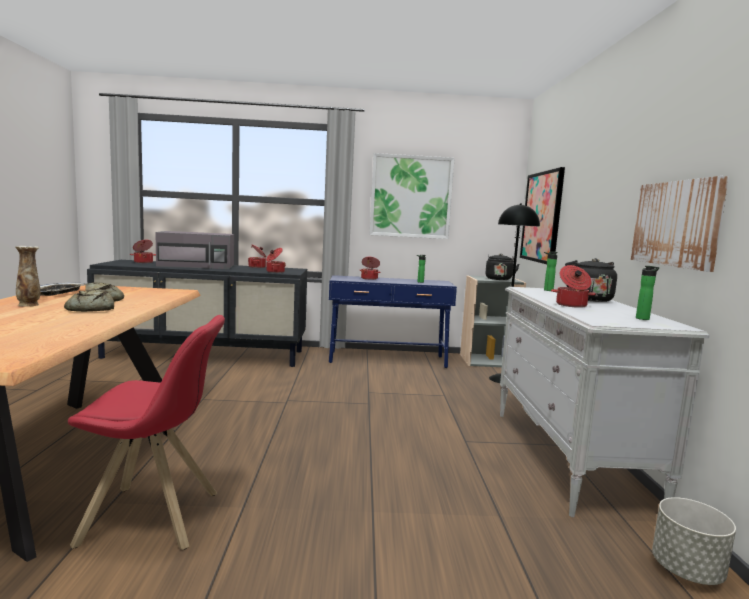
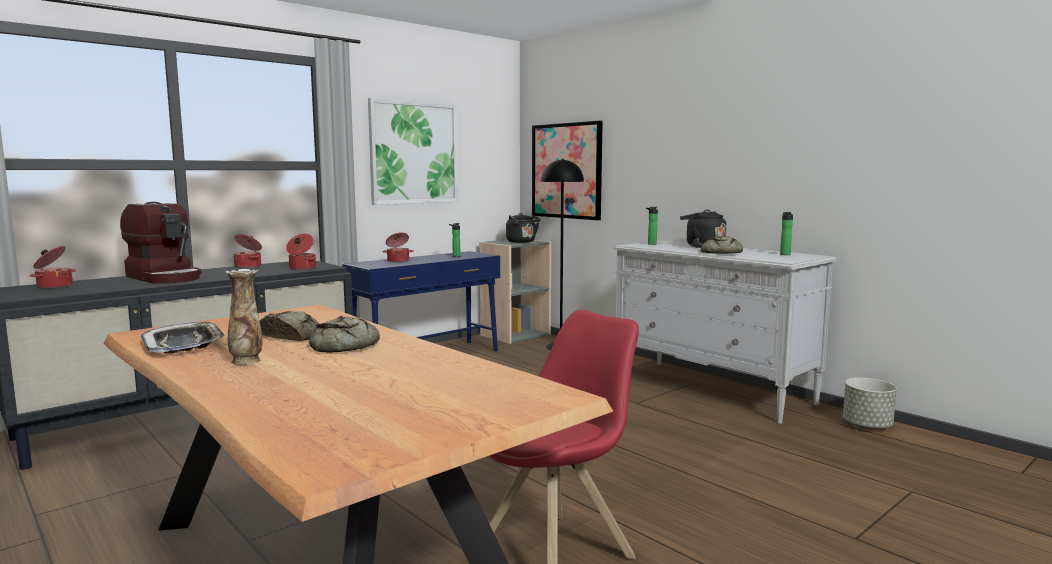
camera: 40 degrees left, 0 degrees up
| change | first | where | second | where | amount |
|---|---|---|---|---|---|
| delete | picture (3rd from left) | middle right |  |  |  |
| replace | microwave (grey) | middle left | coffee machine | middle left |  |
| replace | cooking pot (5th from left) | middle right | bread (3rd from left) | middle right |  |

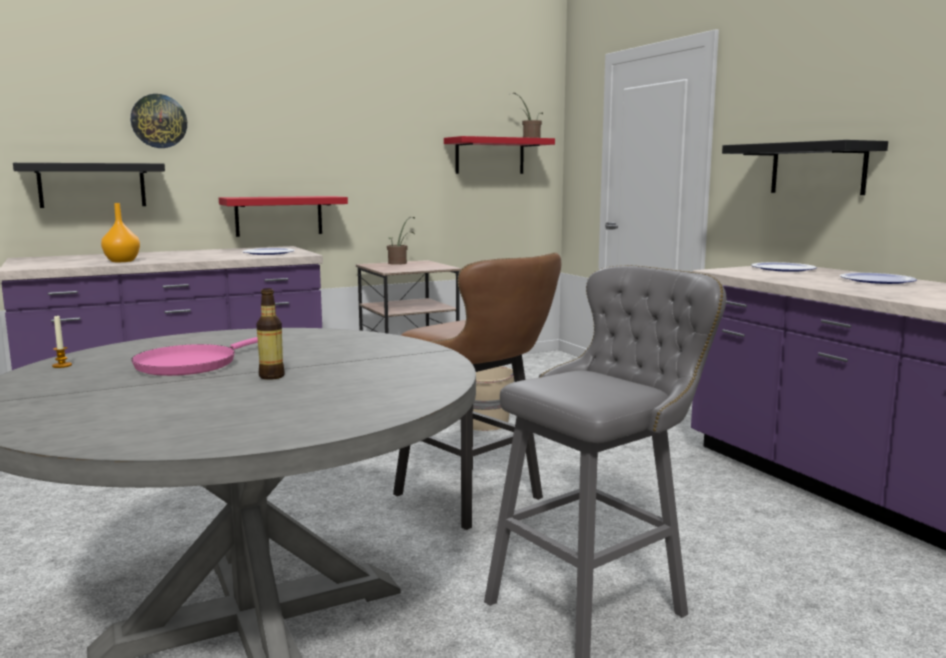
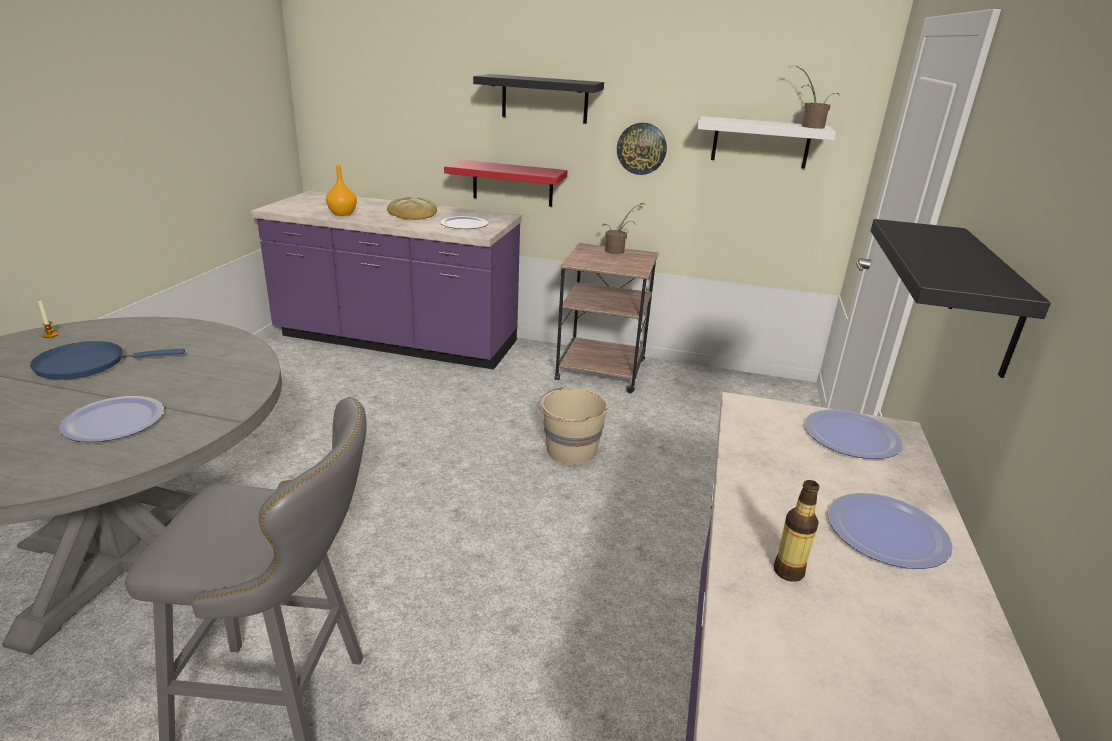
camera: 40 degrees right, 15 degrees up
| change | first | where | second | where | amount |
|---|---|---|---|---|---|
| delete | stool (brown) | centre |  |  |  |
| insert |  |  | plate (1st from left) | middle left |  |
| insert |  |  | bread | top centre |  |
| move | shelf (black) (1st from left) | top left |  | top centre |  |
| move | wall clock | top left |  | top centre |  |
| move | bottle | middle left |  | bottom right |  |
| recolor | frying pan (pink) | middle left | frying pan (blue) | middle left |  |
| recolor | shelf (red) (2nd from left) | top centre | shelf (white) | top right |  |

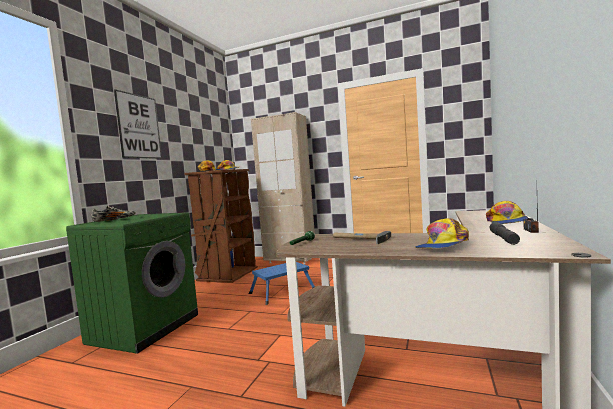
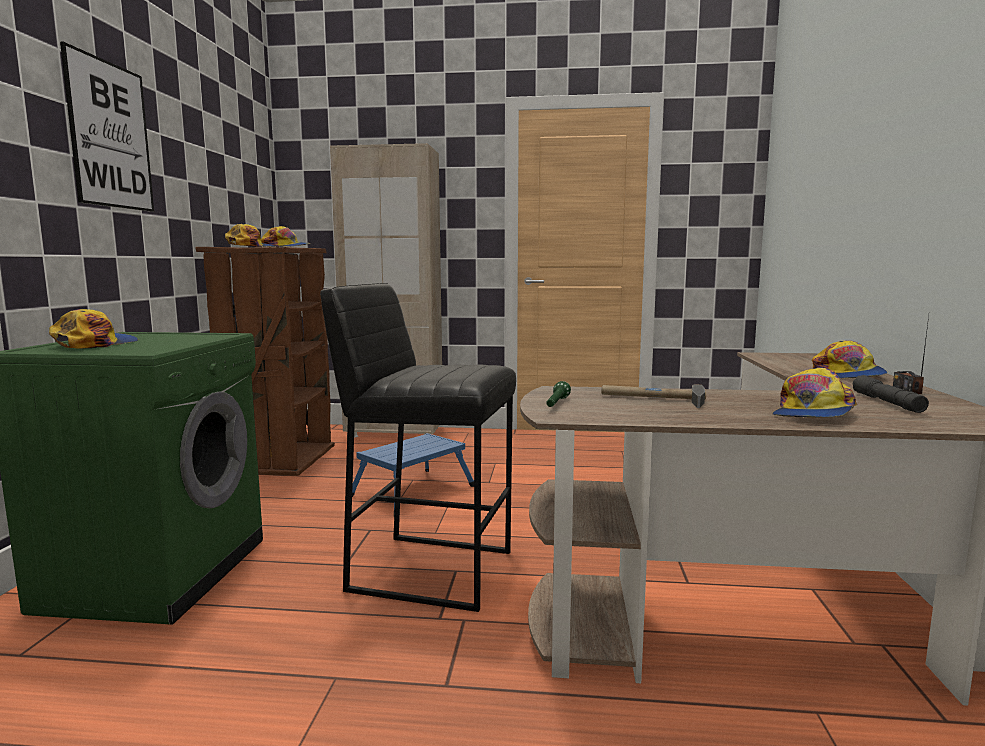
camera: 15 degrees left, 5 degrees up
| change | first | where | second | where | amount |
|---|---|---|---|---|---|
| insert |  |  | stool (black) | centre |  |
| replace | shoe | middle left | cap (1st from left) | middle left |  |

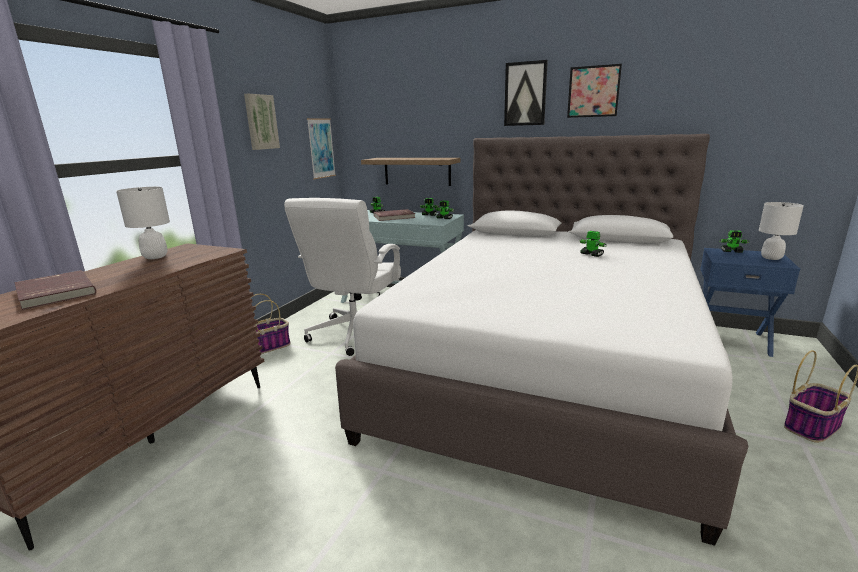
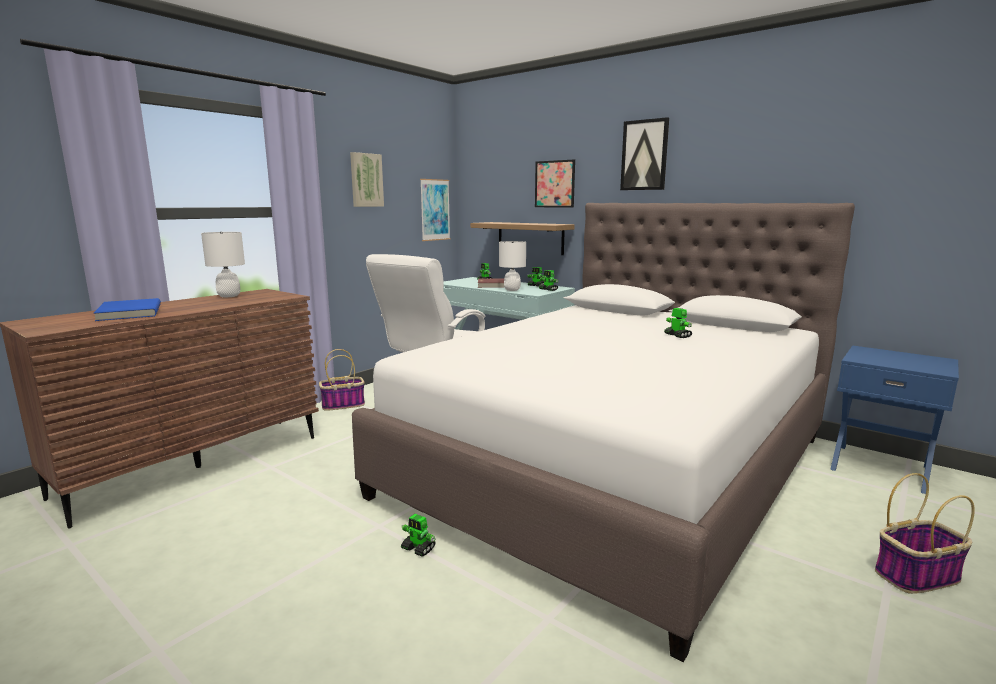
camera: 15 degrees right, 5 degrees down
| change | first | where | second | where | amount |
|---|---|---|---|---|---|
| move | picture (4th from left in the first image) | top right | picture (3rd from left) | top centre |  |
| move | toy robot (5th from left in the first image) | middle right | toy robot (1st from left) | bottom centre |  |
| move | table lamp (white) (2nd from left) | middle right |  | centre |  |
| recolor | book (red) (1st from left) | middle left | book (blue) | middle left |  |

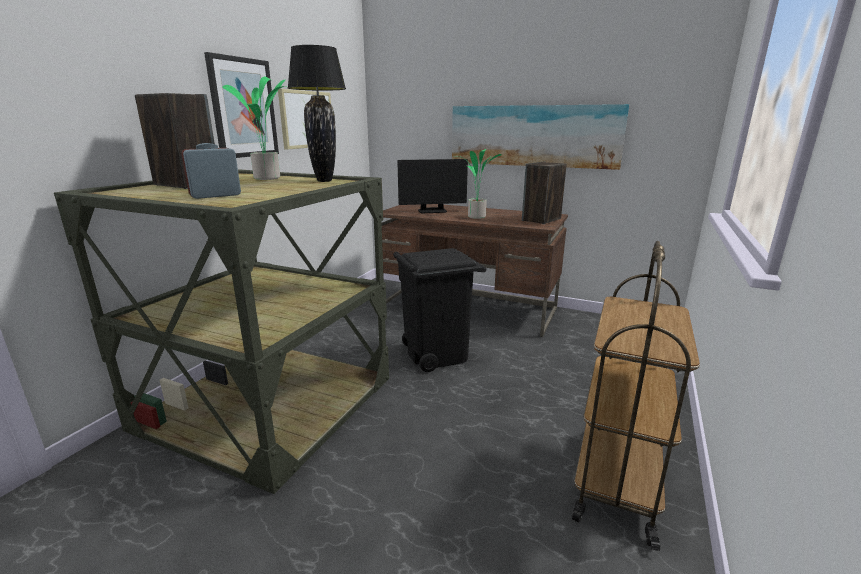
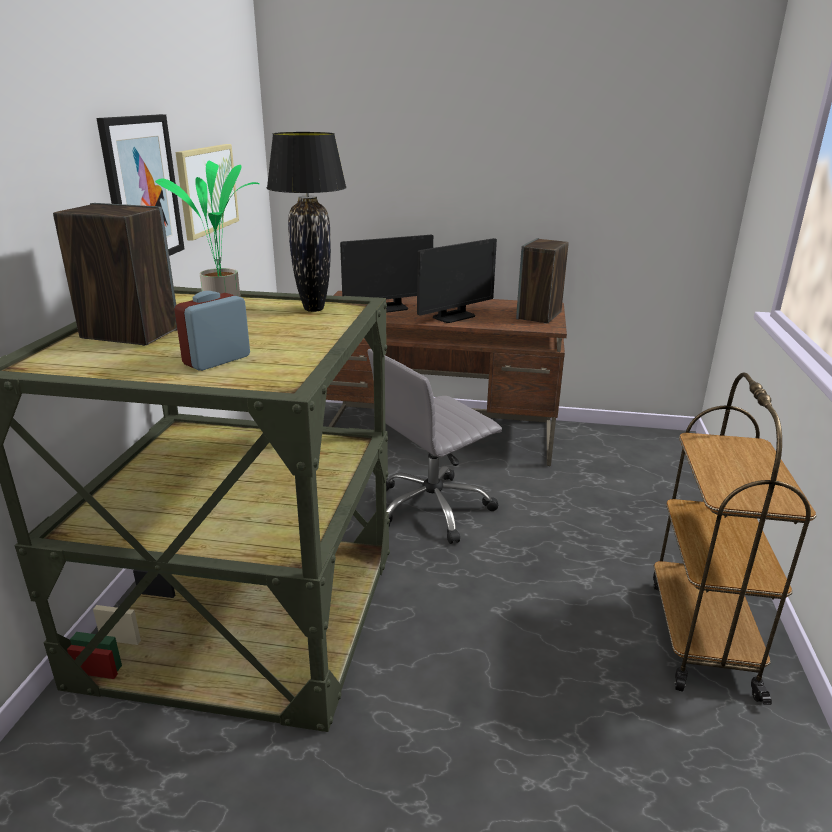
camera: 15 degrees left, 5 degrees up
| change | first | where | second | where | amount |
|---|---|---|---|---|---|
| delete | picture (3rd from left) | top centre |  |  |  |
| replace | trash can (black) | centre | office chair (grey) | centre |  |
| replace | potted plant (2nd from left) | top centre | monitor (2nd from left) | centre |  |

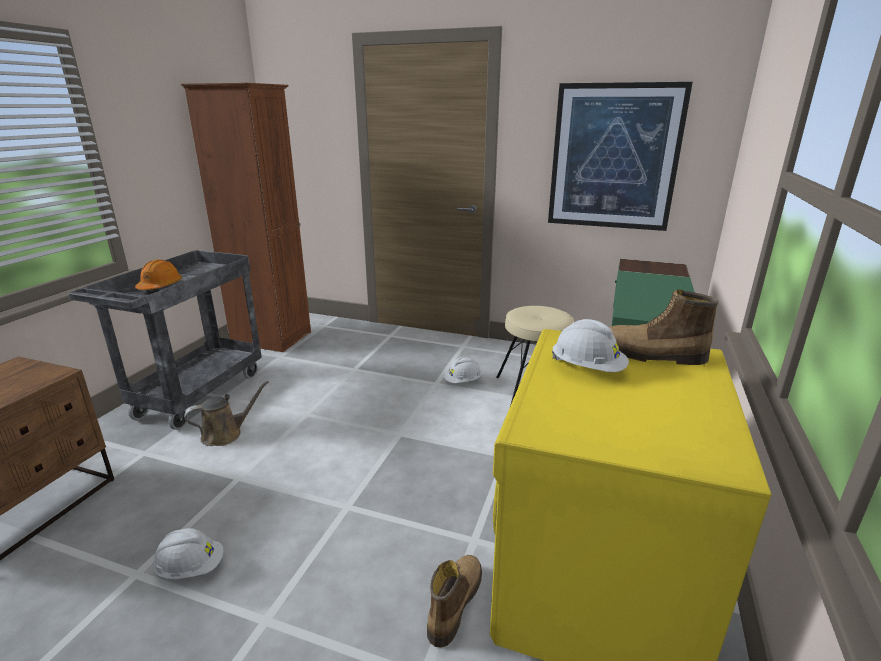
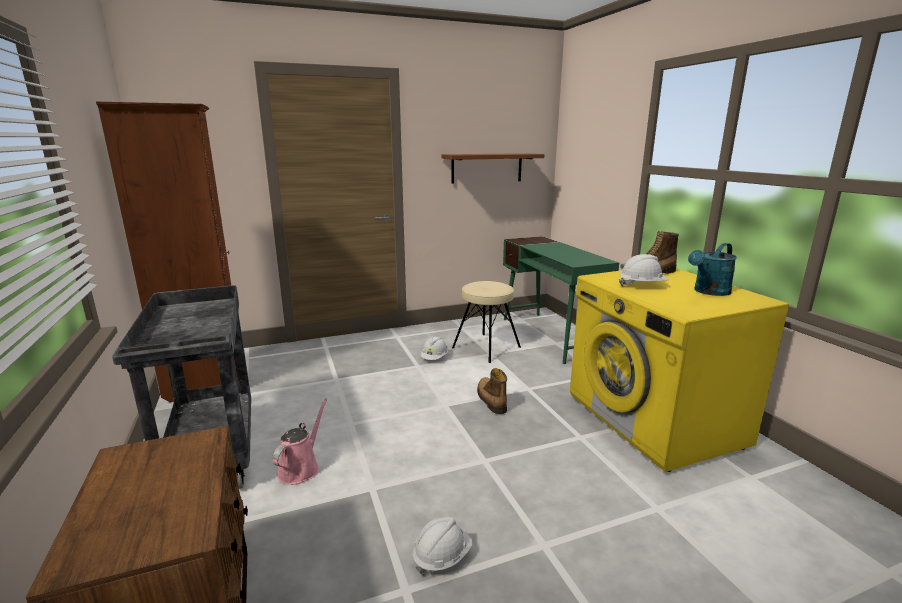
camera: 40 degrees left, 5 degrees down
| change | first | where | second | where | amount |
|---|---|---|---|---|---|
| delete | hard hat (orange) | middle left |  |  |  |
| insert |  |  | watering can (turquoise) | middle right |  |
| move | boot (1st from left) | bottom centre |  | centre |  |
| replace | picture | top right | shelf (brown) | top centre |  |
| recolor | watering can (brown) | middle left | watering can (pink) | bottom left |  |

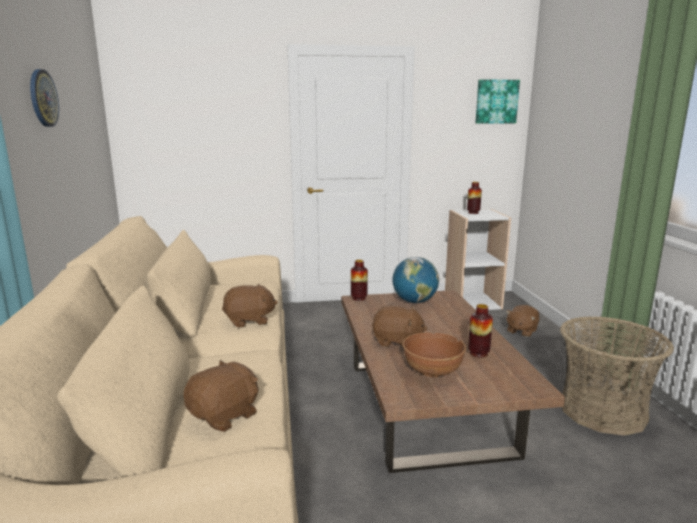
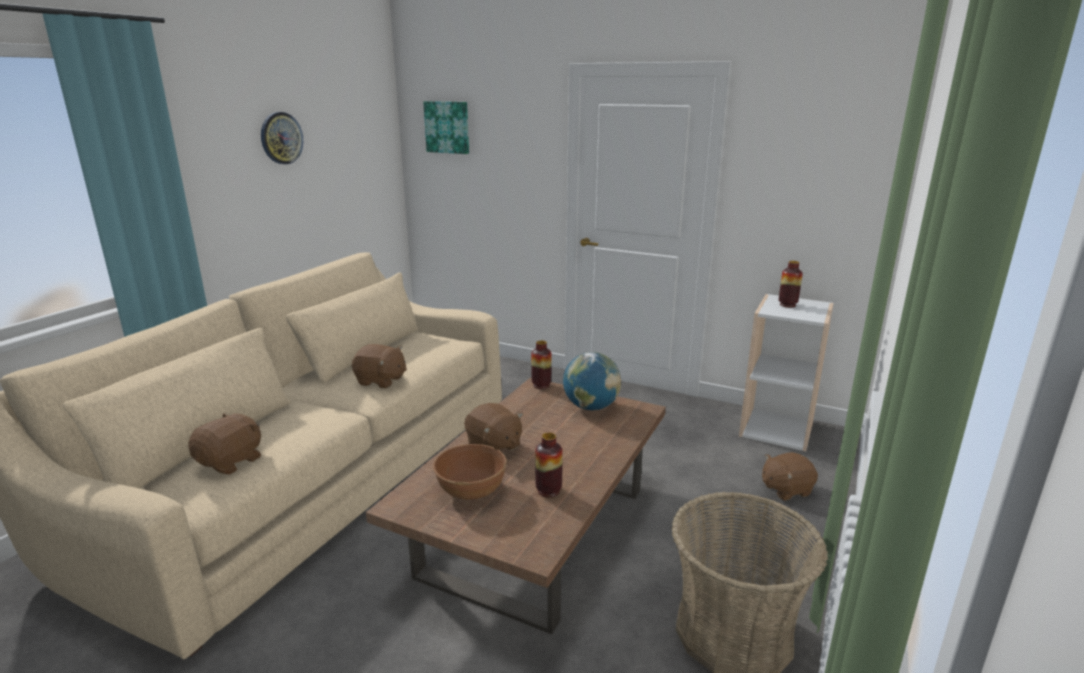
camera: 35 degrees right, 5 degrees up
| change | first | where | second | where | amount |
|---|---|---|---|---|---|
| move | picture | top right |  | top centre |  |
| rotate | plush toy (brown) (1st from left) | bottom left |  | middle left | 45 degrees counterclockwise |

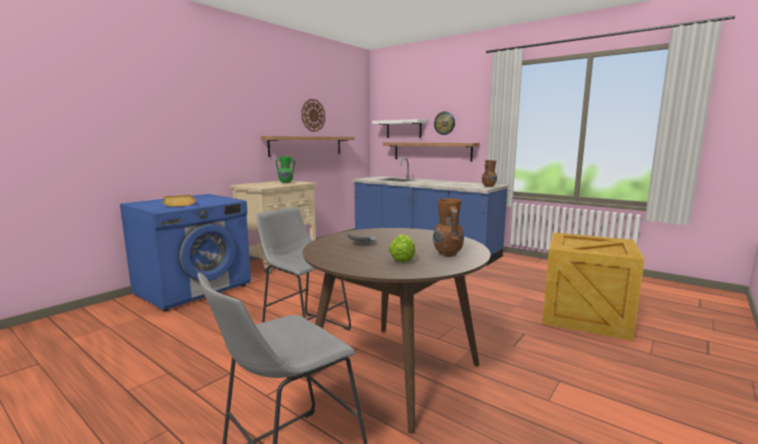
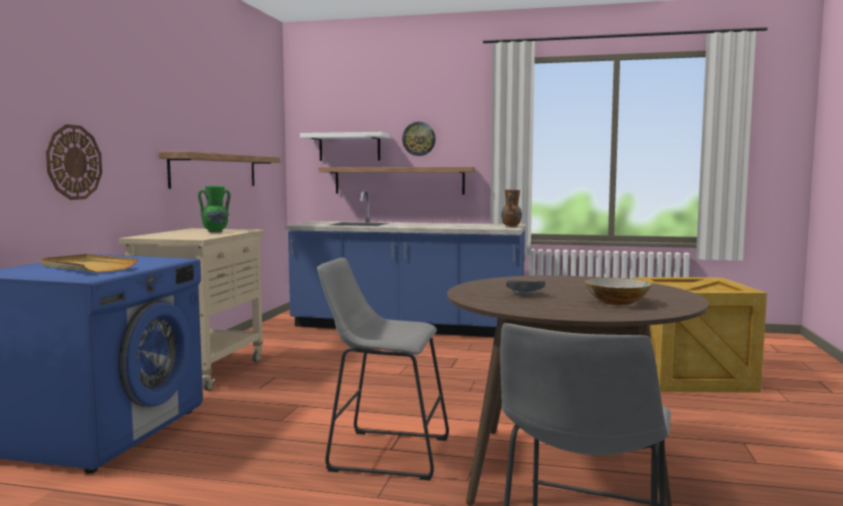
camera: 25 degrees left, 5 degrees down
| change | first | where | second | where | amount |
|---|---|---|---|---|---|
| delete | vase (brown) (1st from left) | centre |  |  |  |
| move | wall clock (1st from left) | top centre |  | top left |  |
| replace | lettuce | centre | bowl | middle right |  |

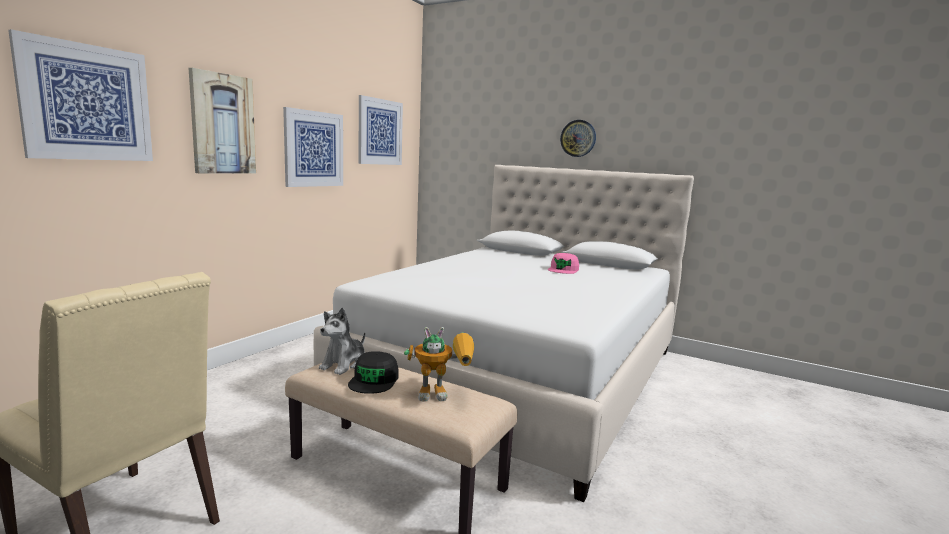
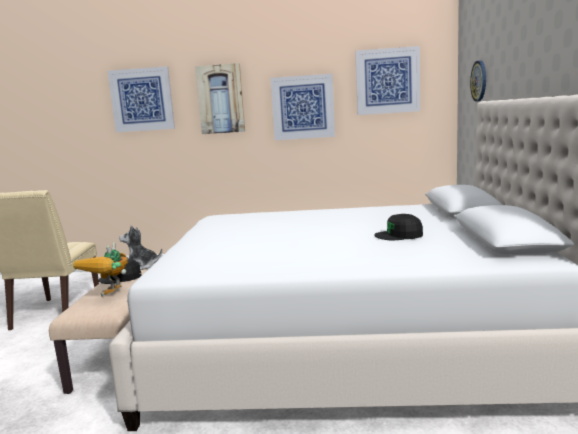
camera: 65 degrees right, 0 degrees up
| change | first | where | second | where | amount |
|---|---|---|---|---|---|
| move | wall clock | top centre |  | top right |  |
| recolor | cap (pink) | centre | cap (black) (2nd from left) | middle right |  |
| rotate | toy robot | bottom centre |  | middle left | 45 degrees clockwise |

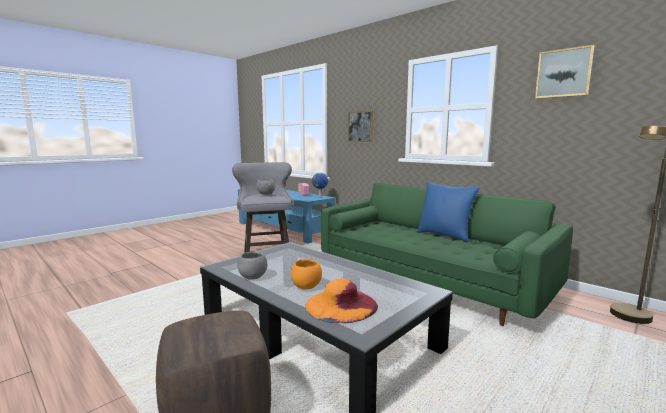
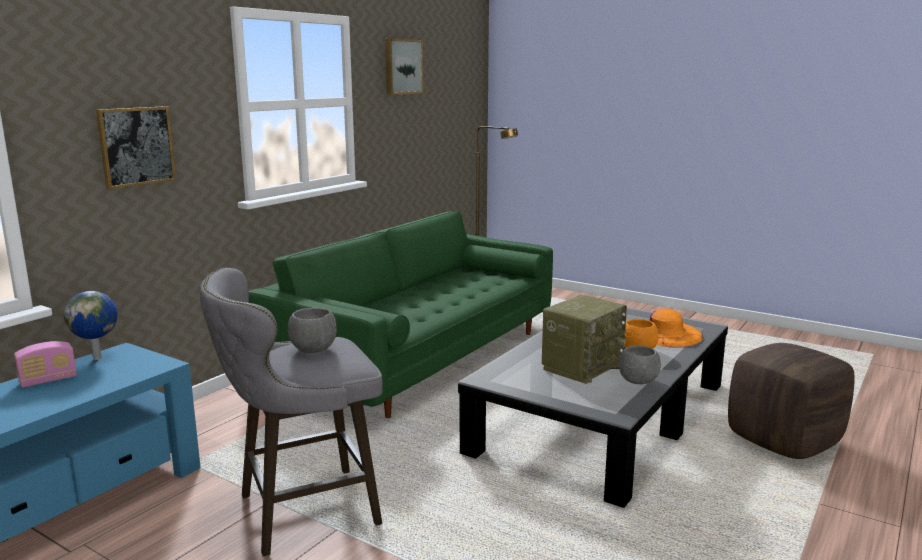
camera: 100 degrees left, 5 degrees up
| change | first | where | second | where | amount |
|---|---|---|---|---|---|
| delete | pillow (blue) | middle right |  |  |  |
| insert |  |  | radio (2nd from left) | centre |  |

